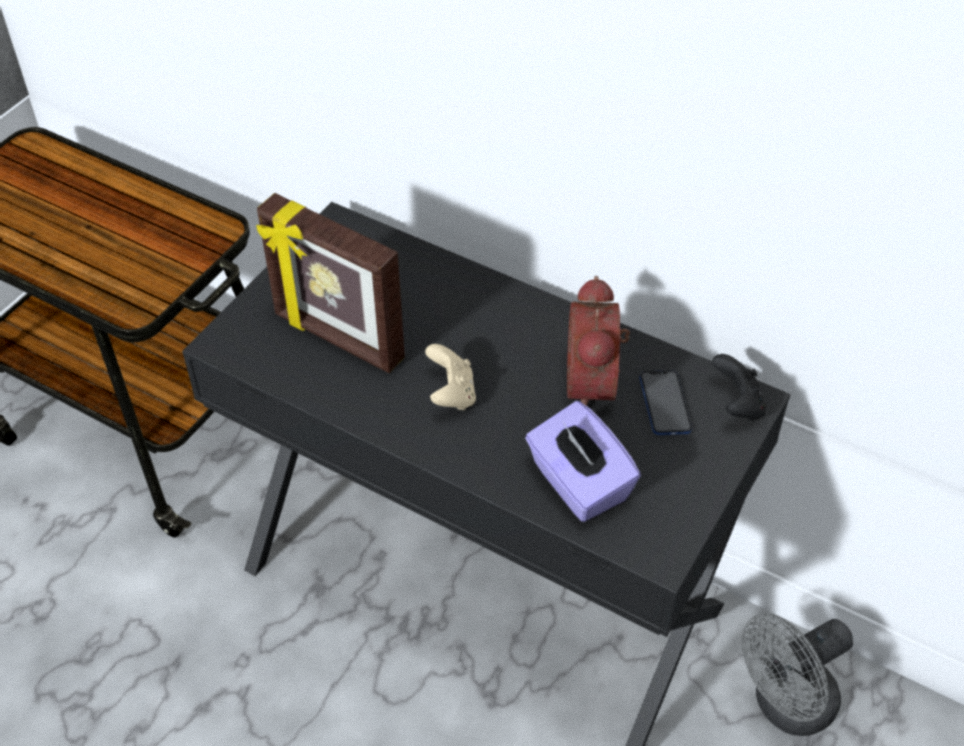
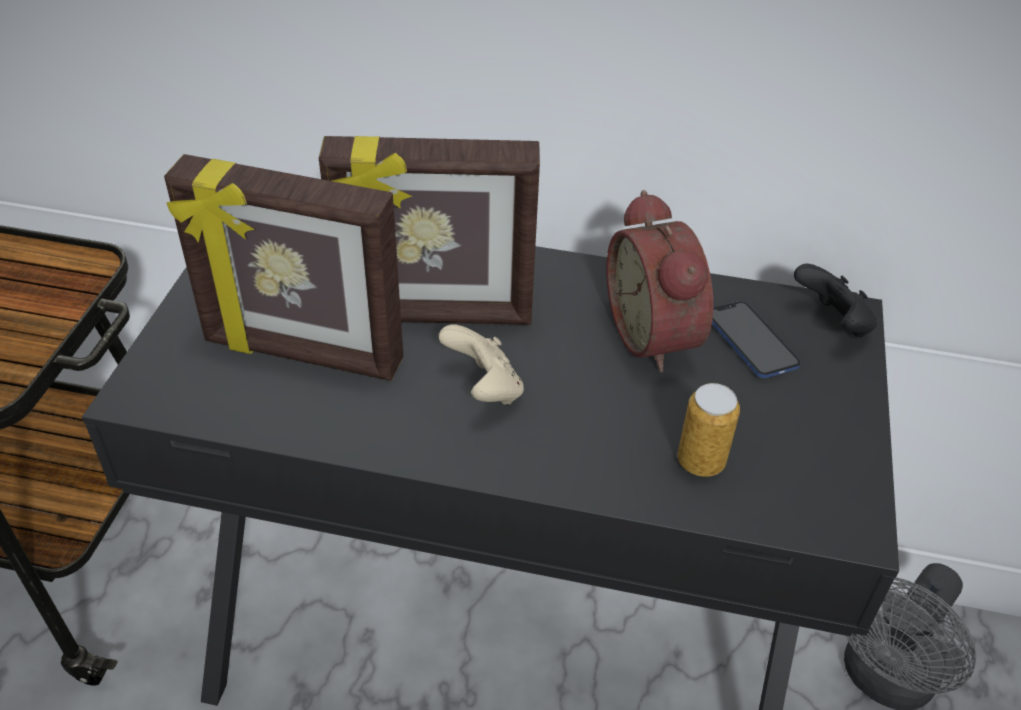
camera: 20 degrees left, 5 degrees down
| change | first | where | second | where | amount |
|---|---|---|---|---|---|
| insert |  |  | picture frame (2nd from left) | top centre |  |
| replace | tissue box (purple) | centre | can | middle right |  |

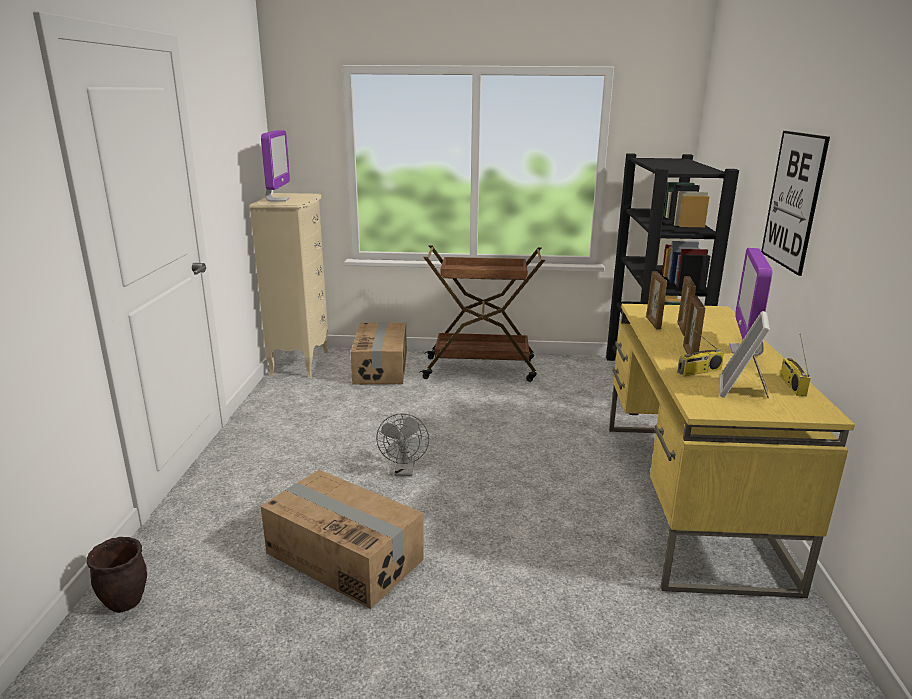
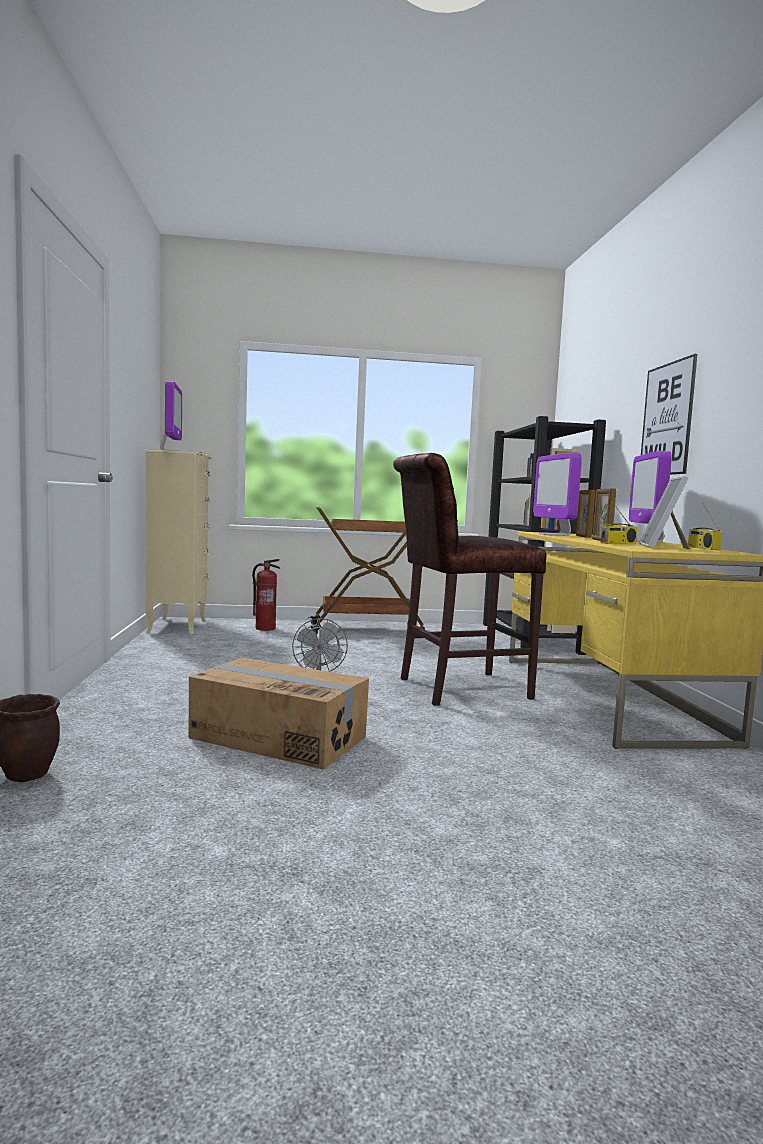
camera: 10 degrees left, 15 degrees down
| change | first | where | second | where | amount |
|---|---|---|---|---|---|
| insert |  |  | stool (brown) | centre |  |
| replace | cardboard box (2nd from left) | centre | fire extinguisher | centre |  |
| replace | picture frame (1st from left) | middle right | monitor (2nd from left) | middle right |  |

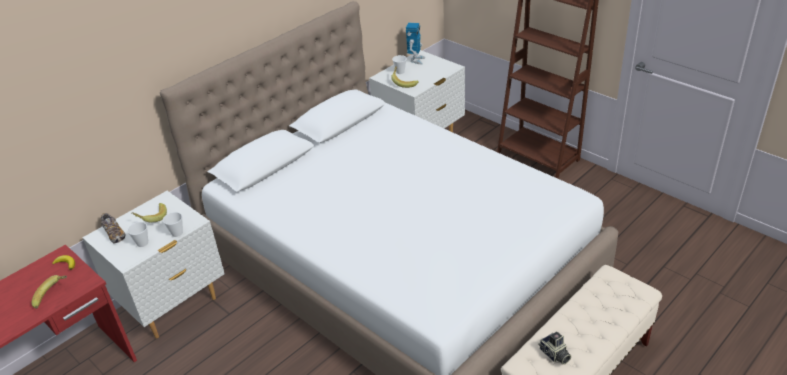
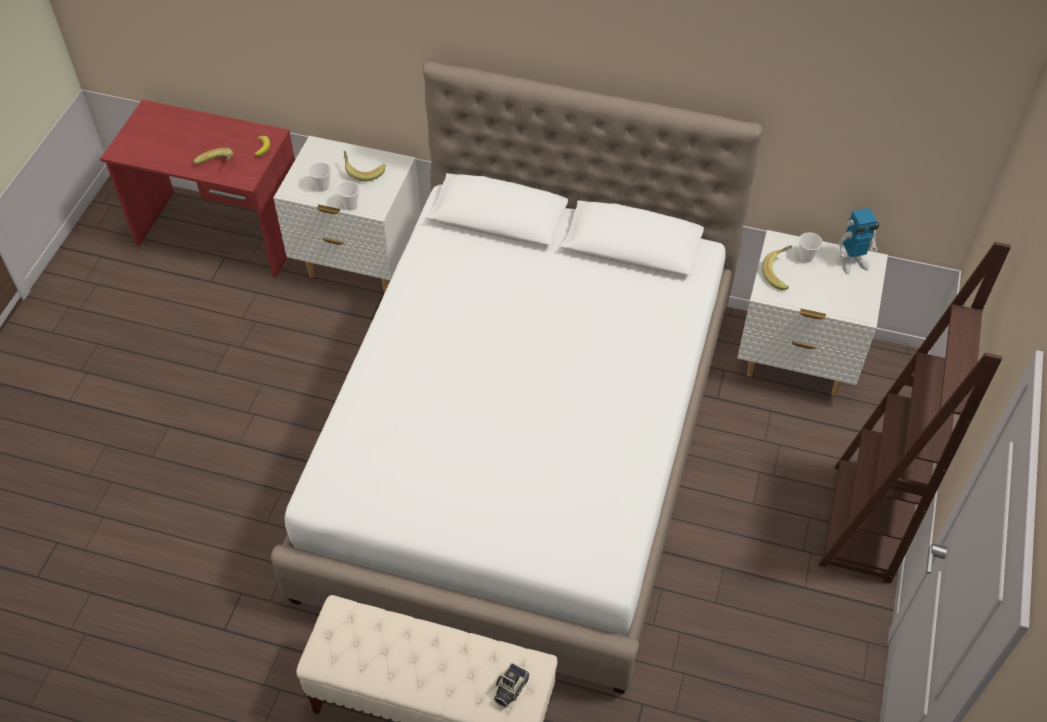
camera: 60 degrees right, 15 degrees up
| change | first | where | second | where | amount |
|---|---|---|---|---|---|
| delete | shoe | middle left |  |  |  |
| move | photo camera | bottom right |  | bottom centre |  |

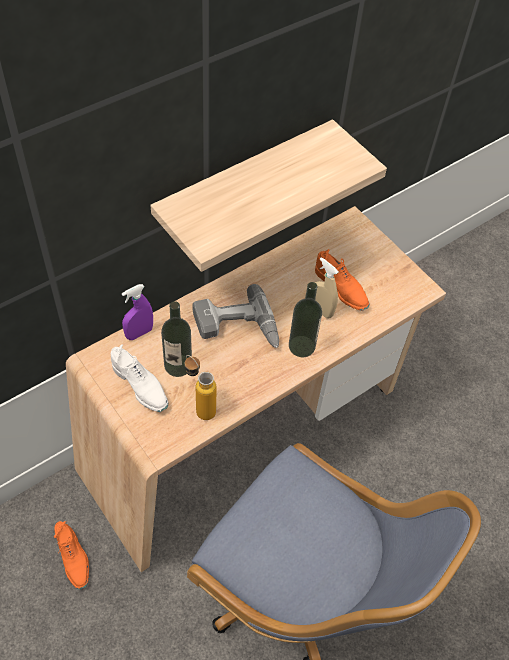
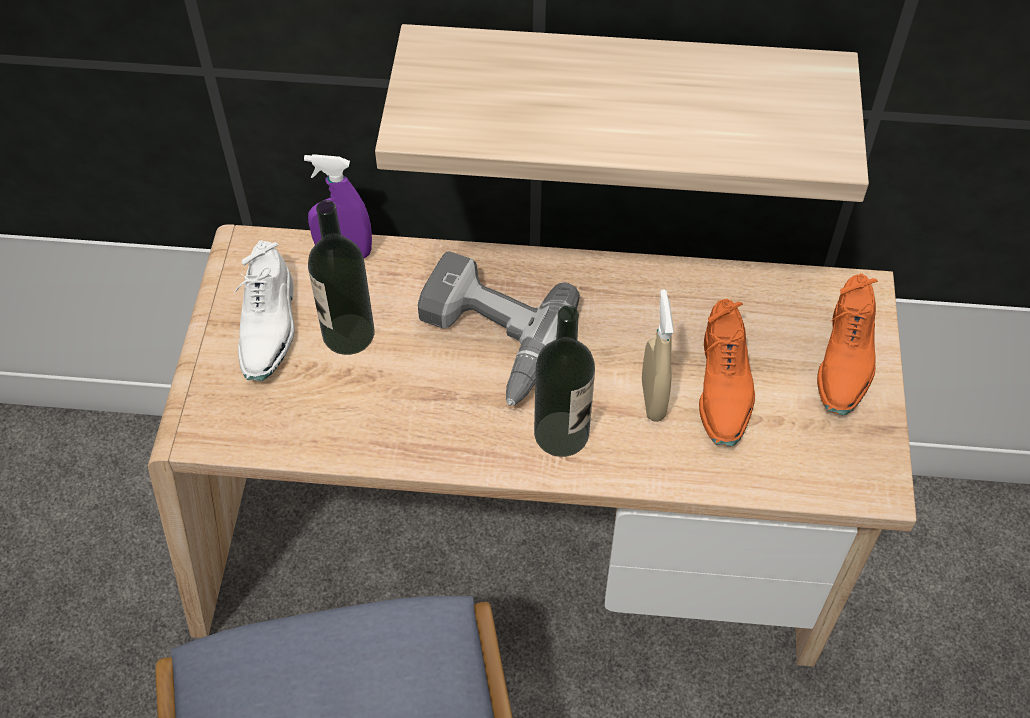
camera: 45 degrees right, 0 degrees up
| change | first | where | second | where | amount |
|---|---|---|---|---|---|
| delete | bottle (2nd from left) | centre |  |  |  |
| move | shoe (orange) (1st from left in the first image) | bottom left | shoe (orange) (2nd from left) | middle right |  |

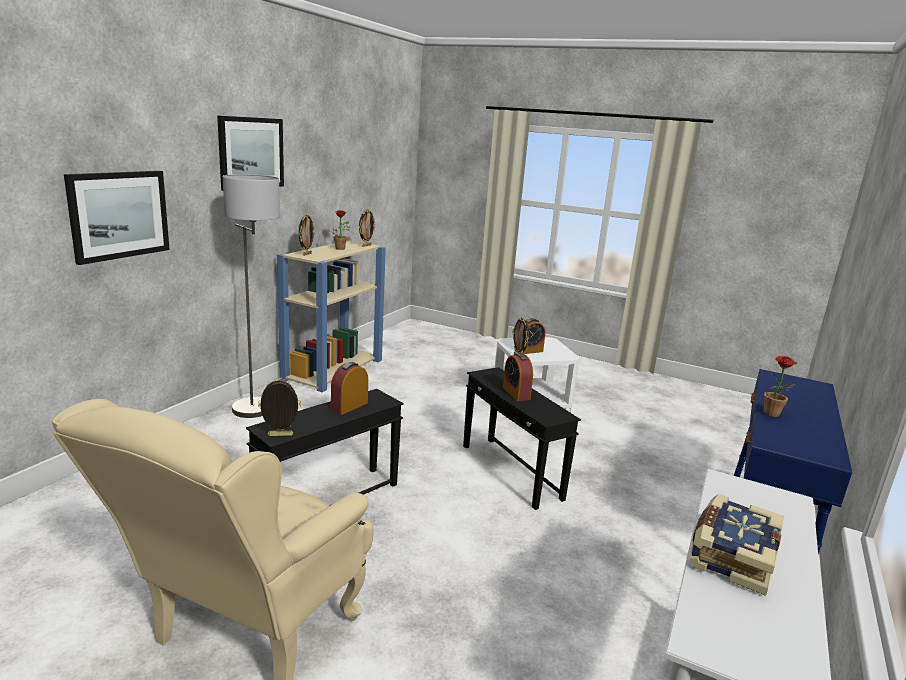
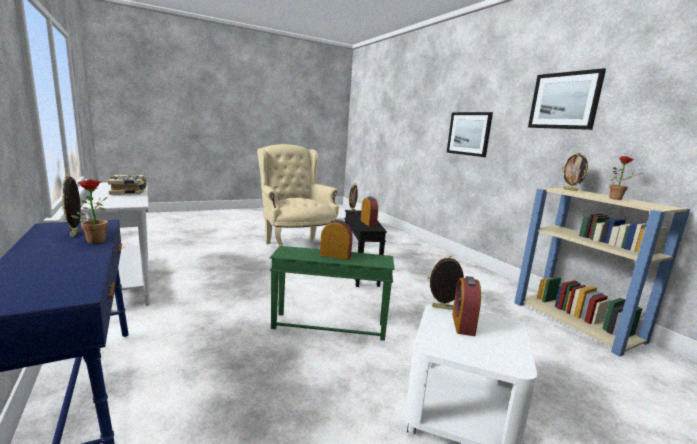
camera: 125 degrees right, 5 degrees down
| change | first | where | second | where | amount |
|---|---|---|---|---|---|
| delete | floor lamp (grey) | middle left |  |  |  |
| move | picture frame (3rd from left in the first image) | centre | picture frame (1st from left) | middle left |  |
| recolor | side table (black) (2nd from left) | centre | side table (green) | centre |  |

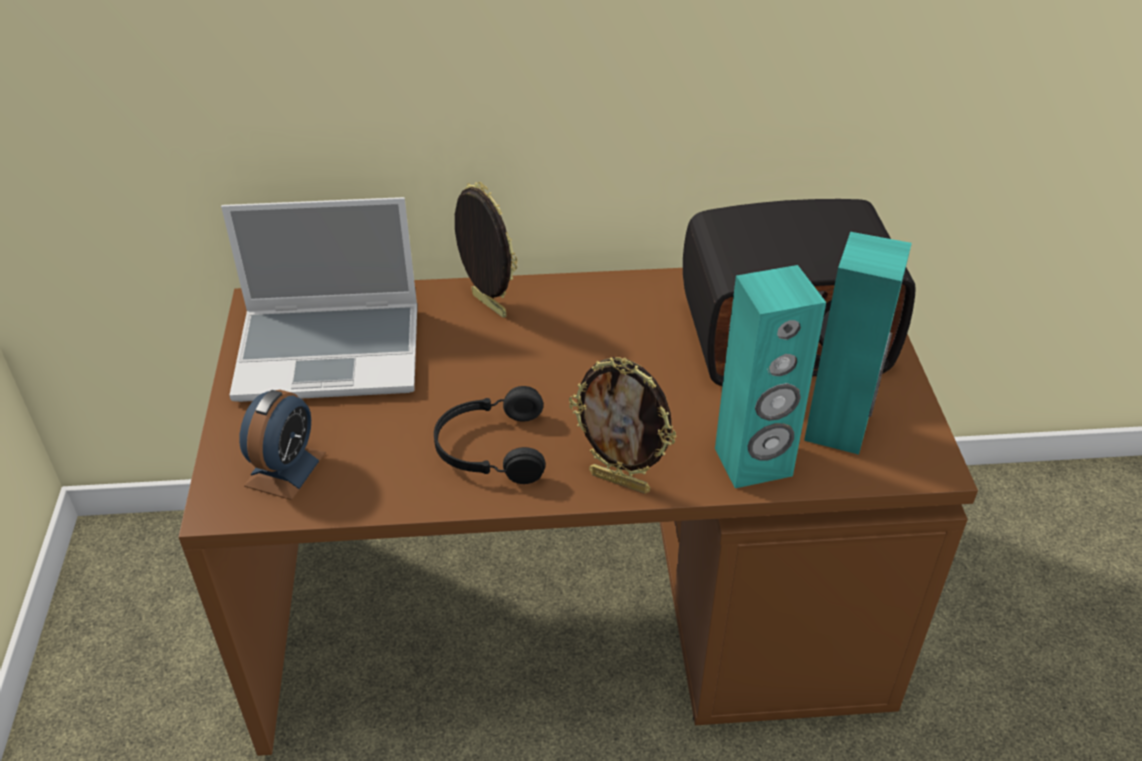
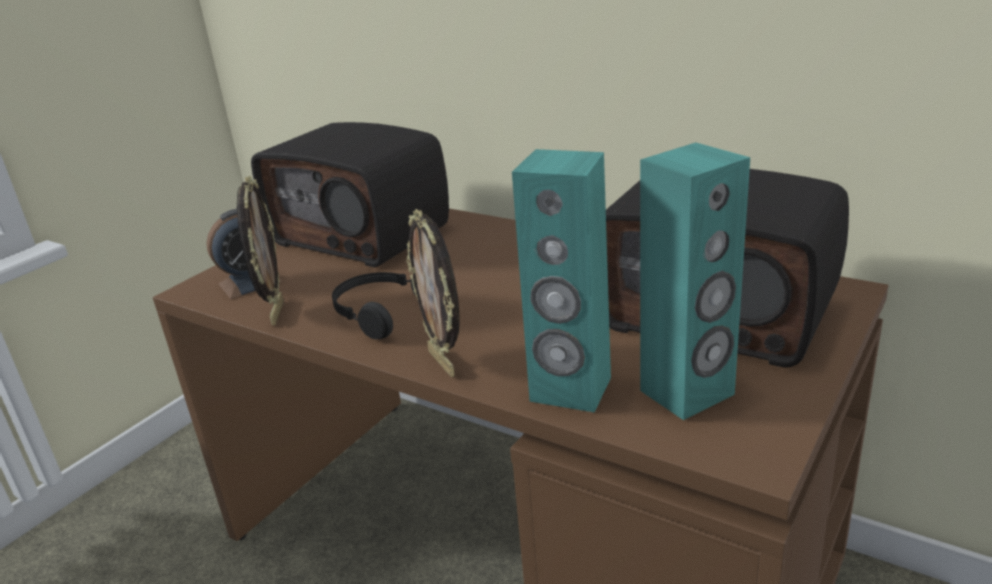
camera: 40 degrees right, 15 degrees down
| change | first | where | second | where | amount |
|---|---|---|---|---|---|
| move | picture frame (1st from left) | top centre |  | middle left |  |
| replace | laptop | middle left | radio (1st from left) | top centre |  |

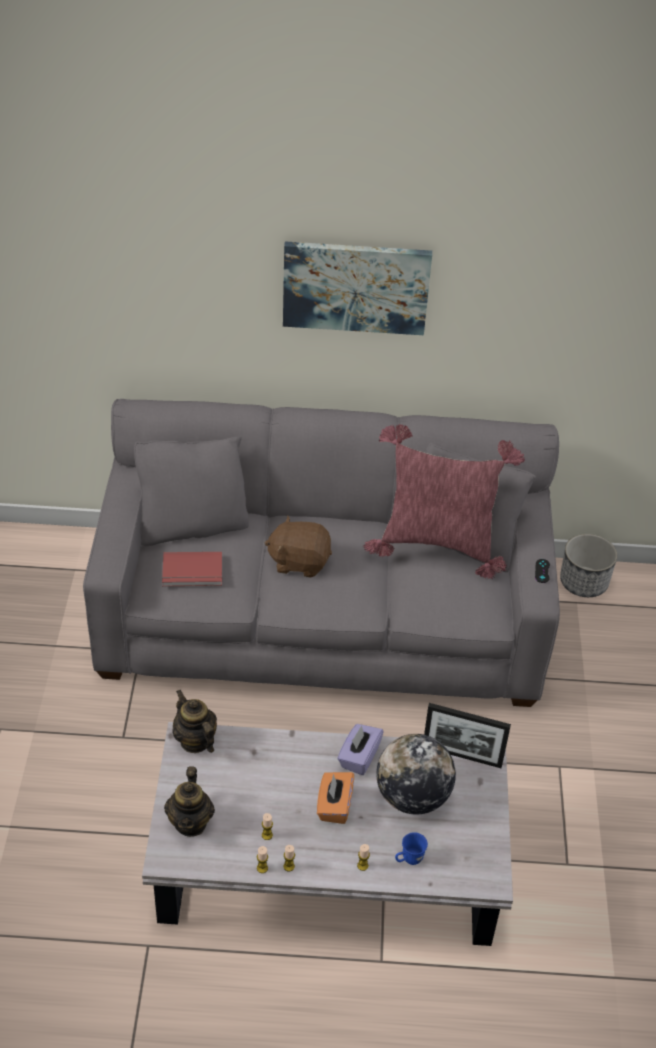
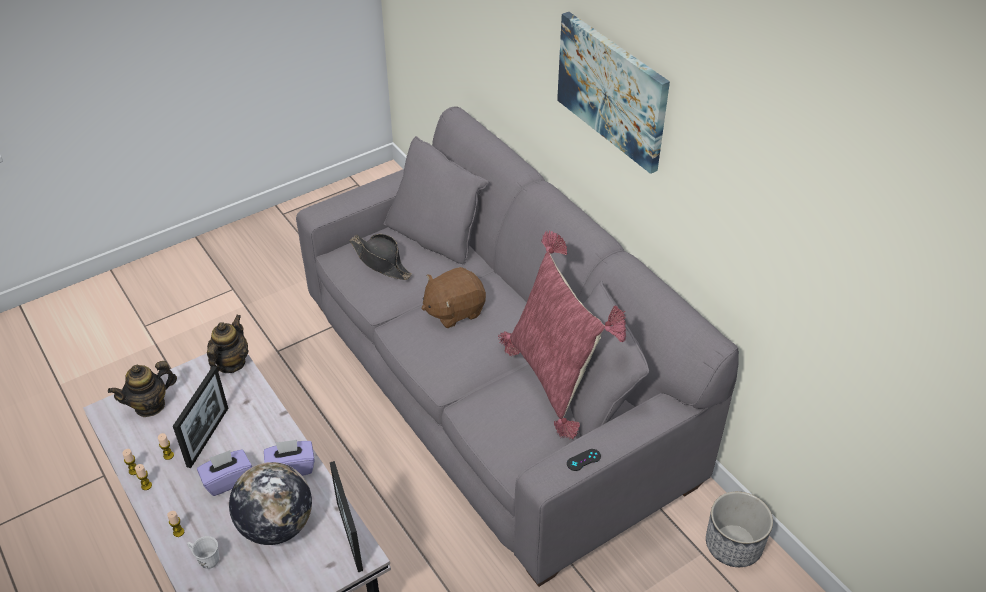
camera: 55 degrees right, 0 degrees up
| change | first | where | second | where | amount |
|---|---|---|---|---|---|
| insert |  |  | picture frame (1st from left) | bottom left |  |
| replace | book (red) | middle left | hat (black) | centre |  |
| recolor | tissue box (orange) | bottom centre | tissue box (purple) (1st from left) | bottom left |  |
| recolor | mug (blue) | bottom centre | mug (white) | bottom left |  |
| rotate | plush toy (brown) | centre |  | centre | 90 degrees counterclockwise |

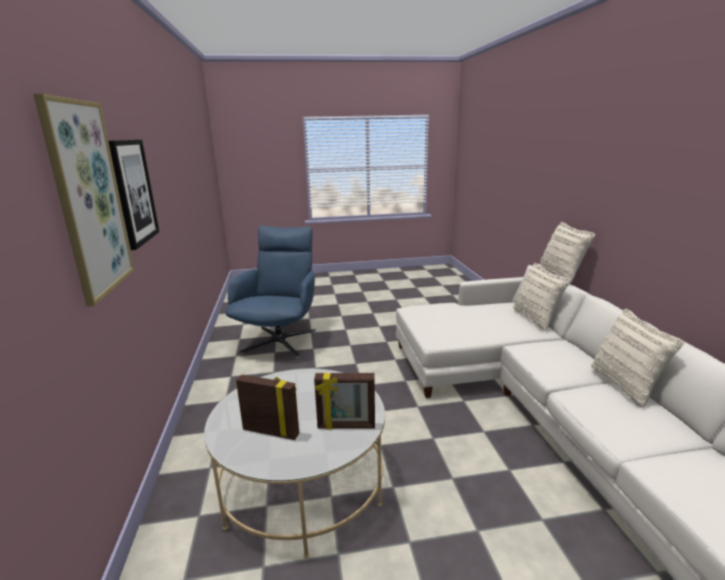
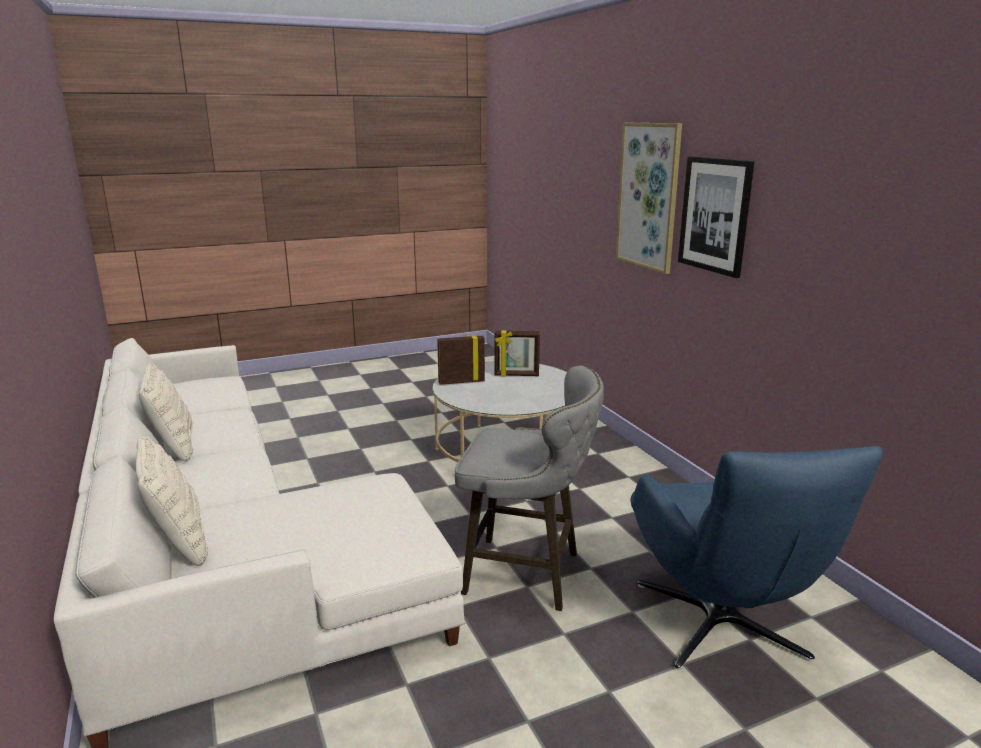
camera: 165 degrees right, 0 degrees up
| change | first | where | second | where | amount |
|---|---|---|---|---|---|
| delete | pillow (beige) (2nd from left) | middle right |  |  |  |
| insert |  |  | stool (grey) | centre |  |

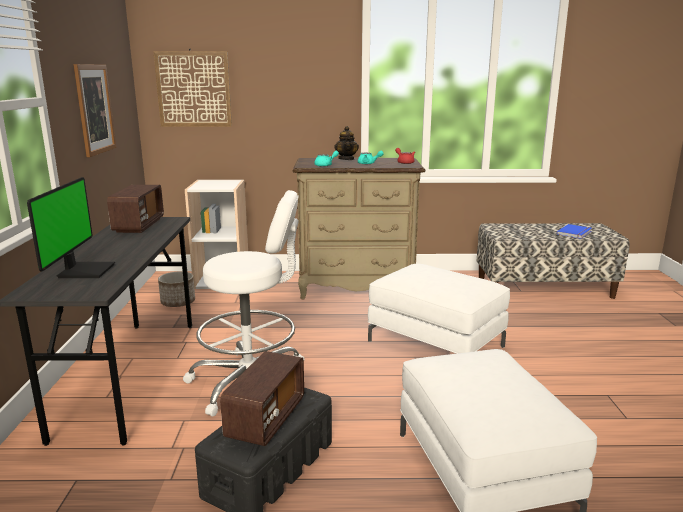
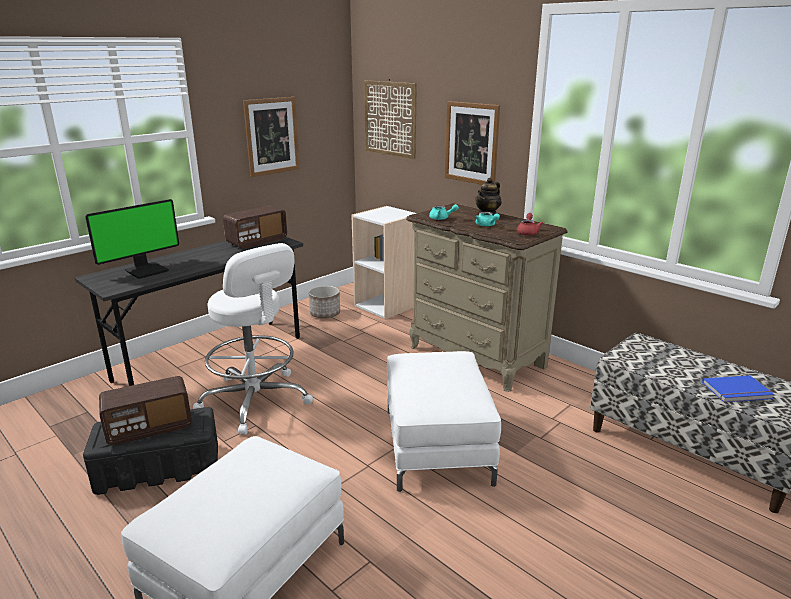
camera: 45 degrees right, 5 degrees up
| change | first | where | second | where | amount |
|---|---|---|---|---|---|
| insert |  |  | picture (3rd from left) | top centre |  |

